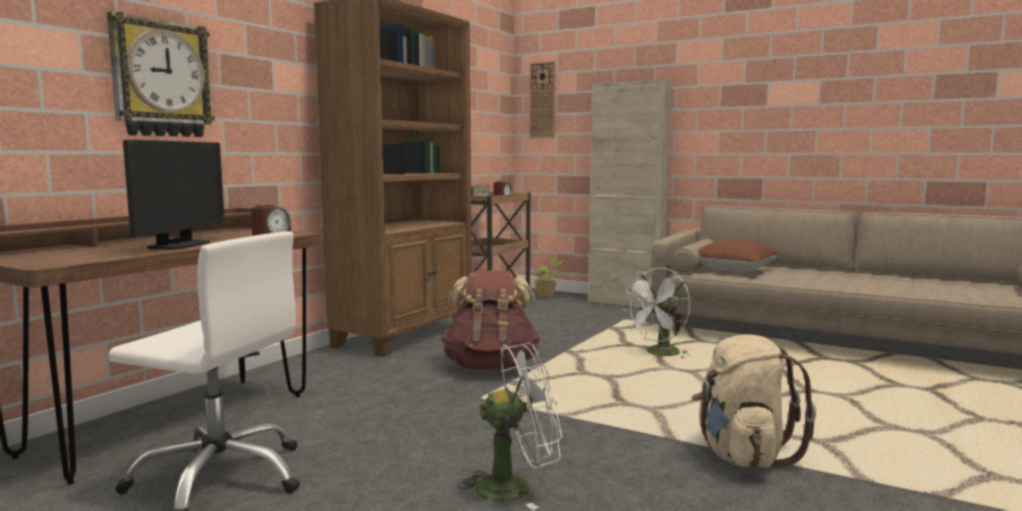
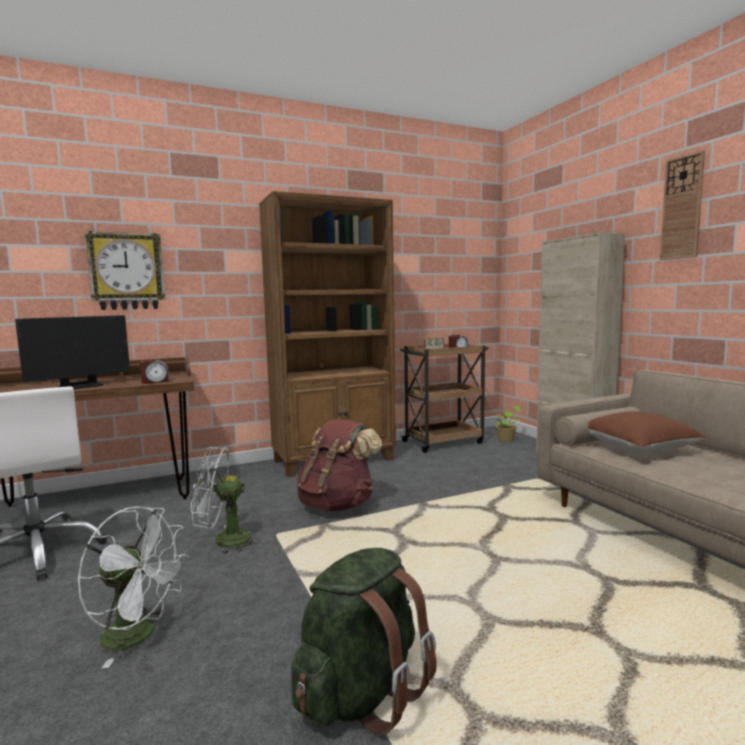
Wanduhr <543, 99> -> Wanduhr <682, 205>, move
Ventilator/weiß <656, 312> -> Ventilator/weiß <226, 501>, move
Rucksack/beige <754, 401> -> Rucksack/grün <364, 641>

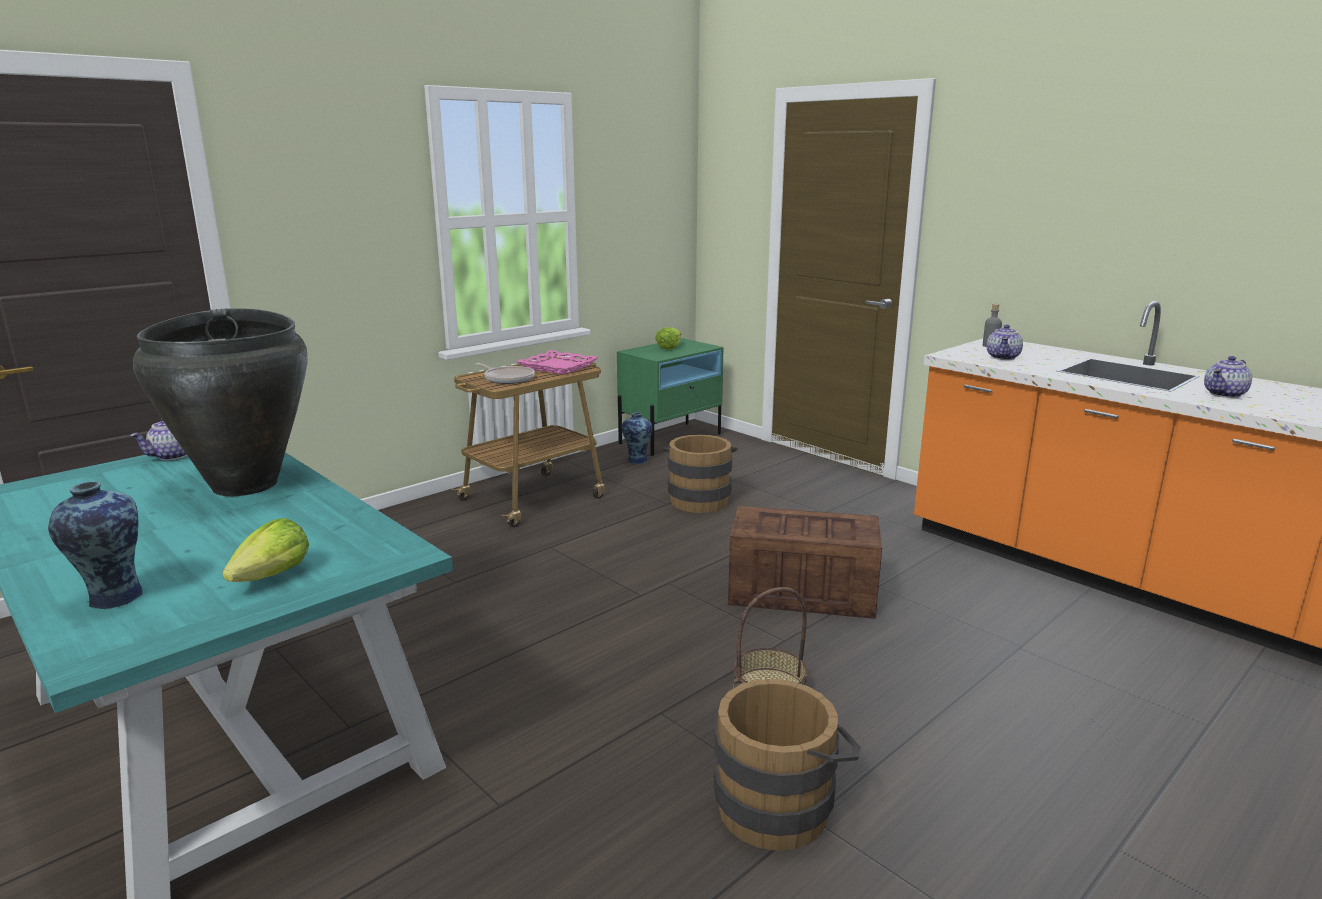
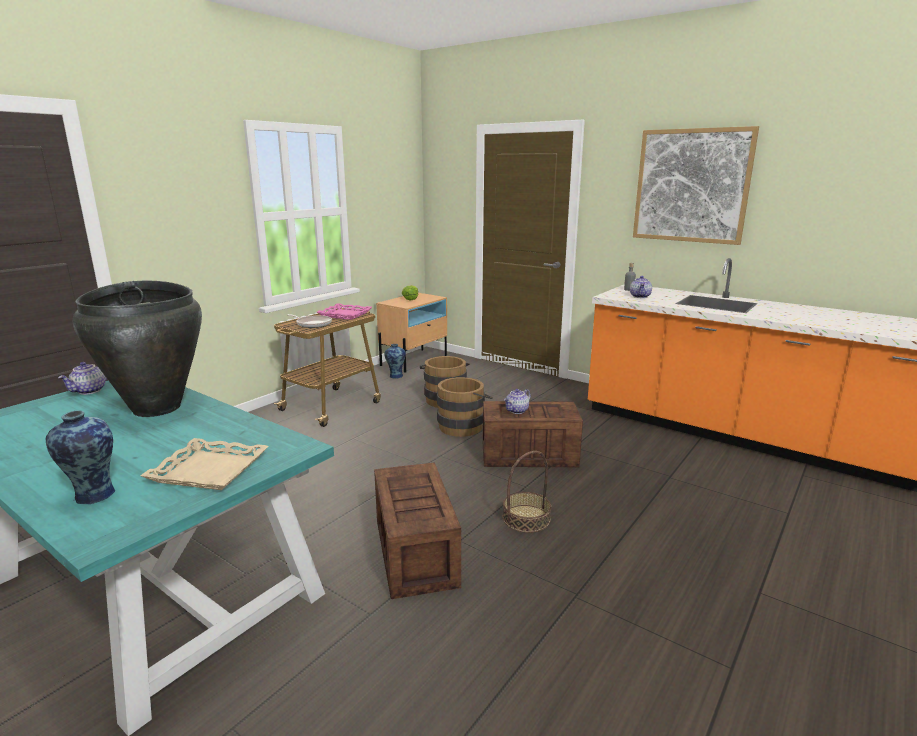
none -> Kiste <417, 530>
none -> Bild <696, 185>
Eimer/braun <787, 765> -> Eimer/braun <465, 407>, move
Teekanne <1228, 377> -> Teekanne <517, 401>, move
Salatkopf <265, 550> -> Tablett/beige <205, 464>
Nachttisch/grün <670, 397> -> Nachttisch/beige <411, 333>

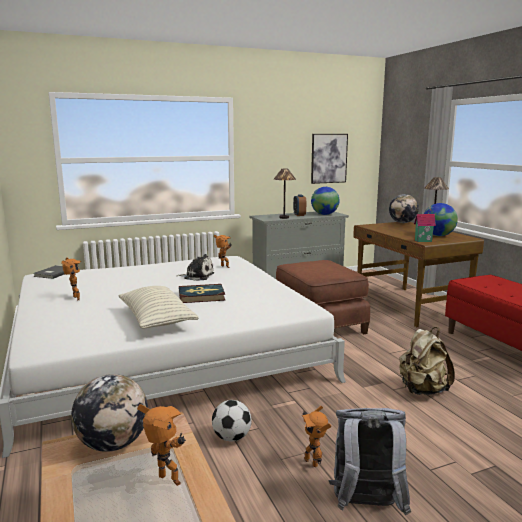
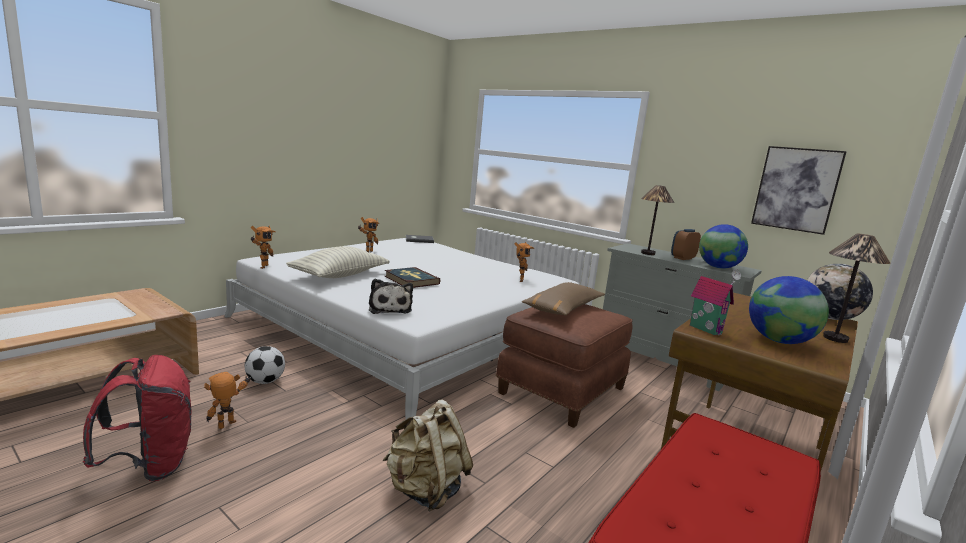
Globus <109, 413> -> none
none -> Kissen/braun <563, 298>
Spielzeugroboter <161, 445> -> Spielzeugroboter <263, 247>, move
Plüschtier <195, 267> -> Plüschtier <391, 296>, move
Rucksack/grau <370, 461> -> Rucksack/rot <137, 418>

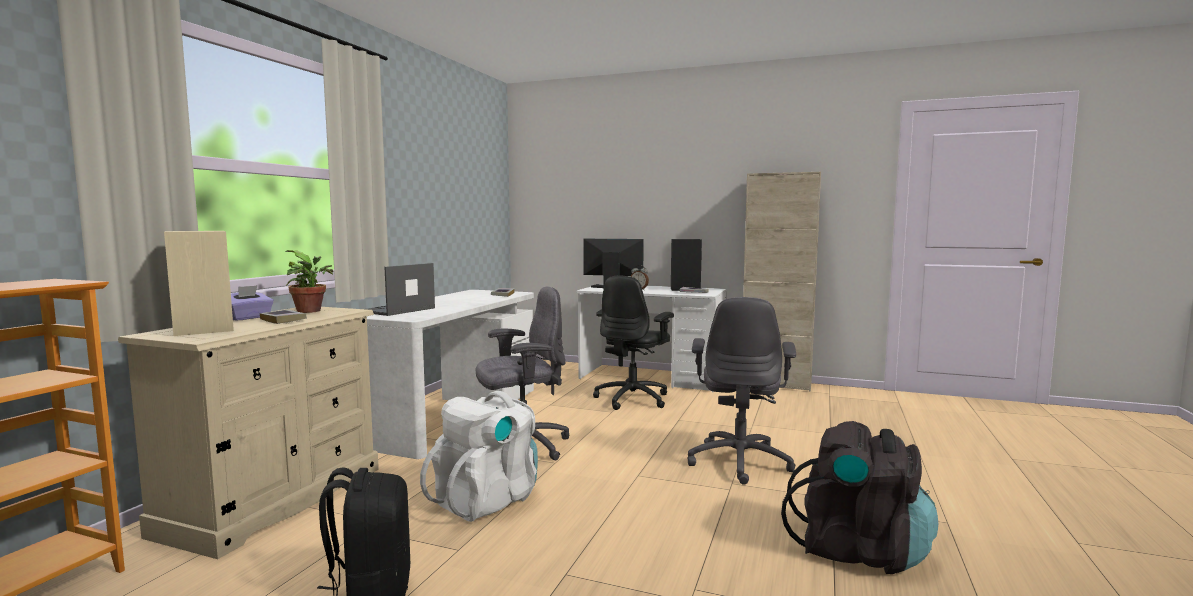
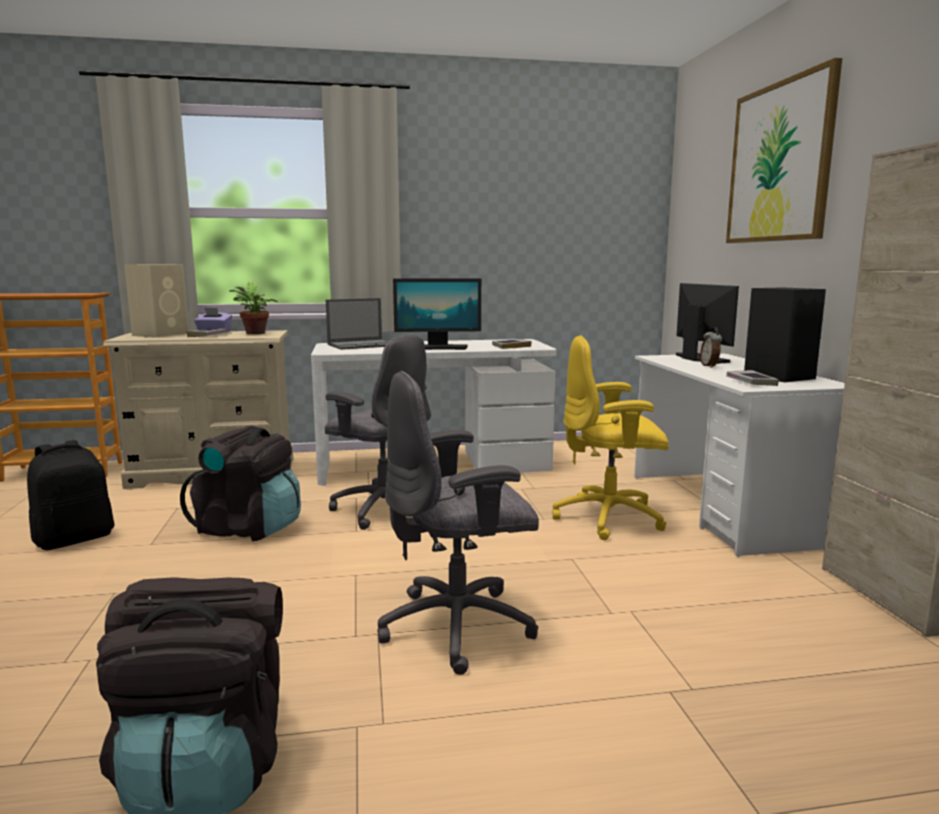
none -> Monitor <437, 314>
none -> Bild <784, 150>
Rucksack/weiß <479, 456> -> Rucksack/schwarz <240, 483>
Bürostuhl/schwarz <633, 342> -> Bürostuhl/gelb <610, 437>
Laptop <400, 289> -> Laptop <357, 324>, 150 degrees clockwise

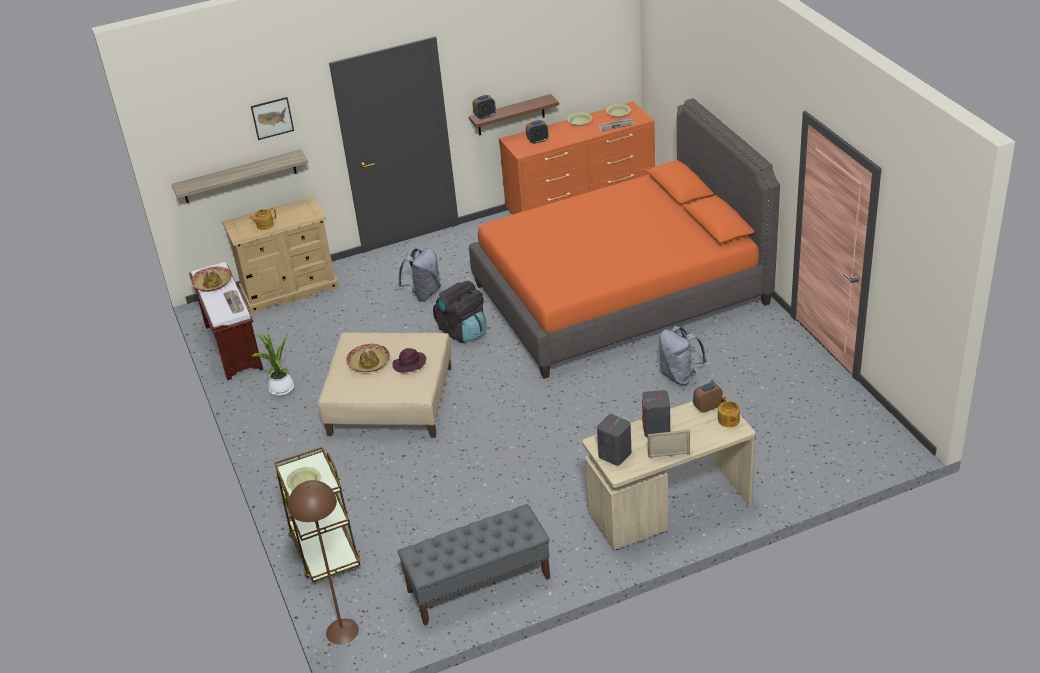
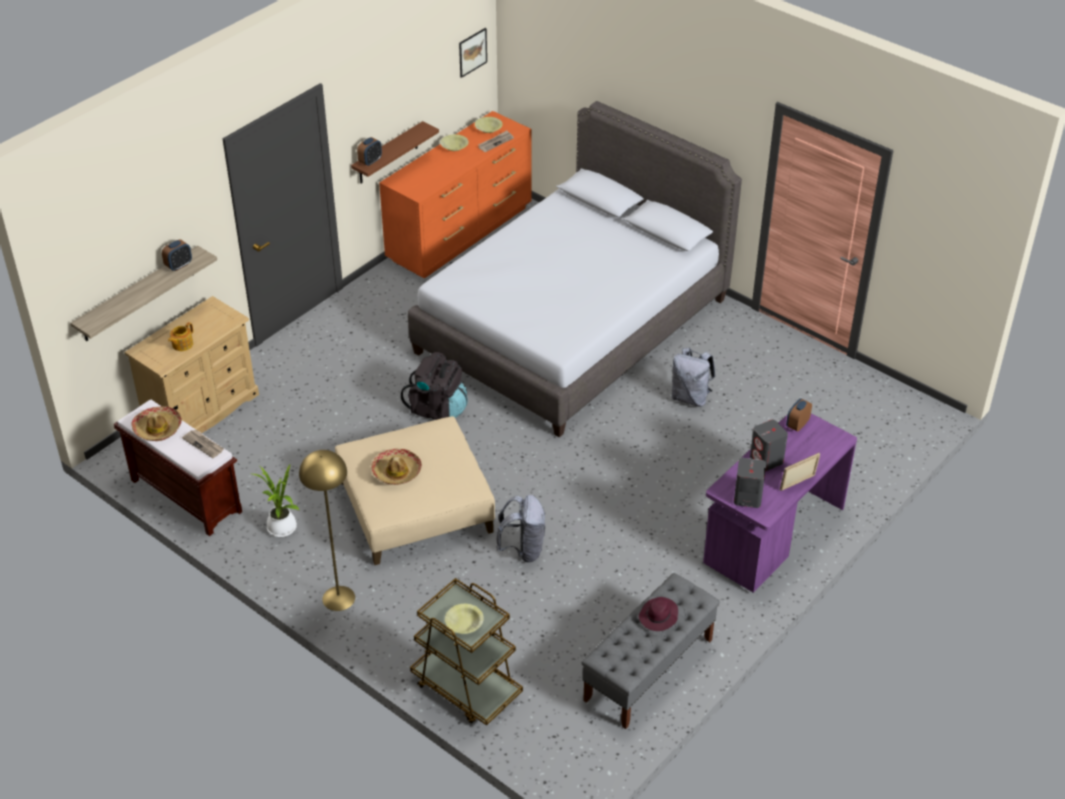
Stehlampe/braun <323, 562> -> none
Teekanne <729, 411> -> none
none -> Stehlampe/gelb <327, 530>
Bild <272, 118> -> Bild <473, 53>, move
Hut/lila <409, 360> -> Hut/lila <658, 614>, move
Rucksack/grau <419, 274> -> Rucksack/grau <521, 529>, move
Wecker <537, 132> -> Wecker <177, 255>, move
Bett/orange <624, 238> -> Bett/grau <575, 269>
Schreibtisch/beige <668, 472> -> Schreibtisch/lila <780, 503>

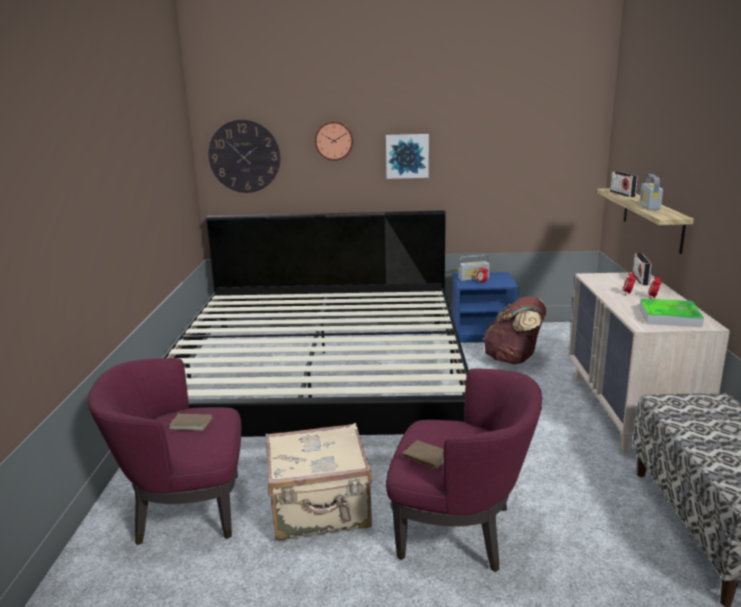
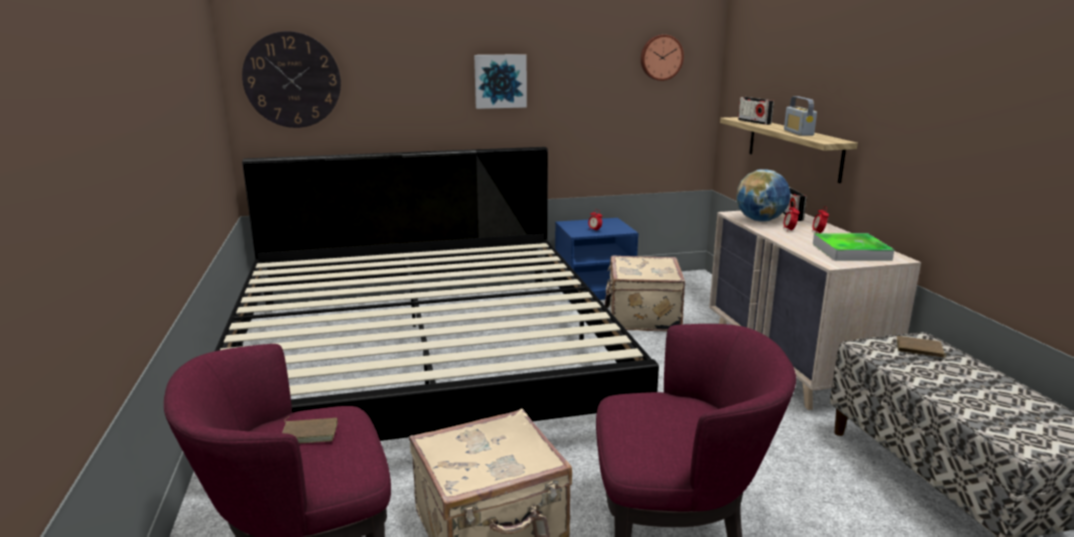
Radio <474, 268> -> none
none -> Globus <763, 195>
Wanduhr <334, 141> -> Wanduhr <662, 58>, move
Buch/braun <423, 454> -> Buch/braun <922, 347>, move
Rucksack/braun <515, 330> -> Koffer/beige <645, 293>

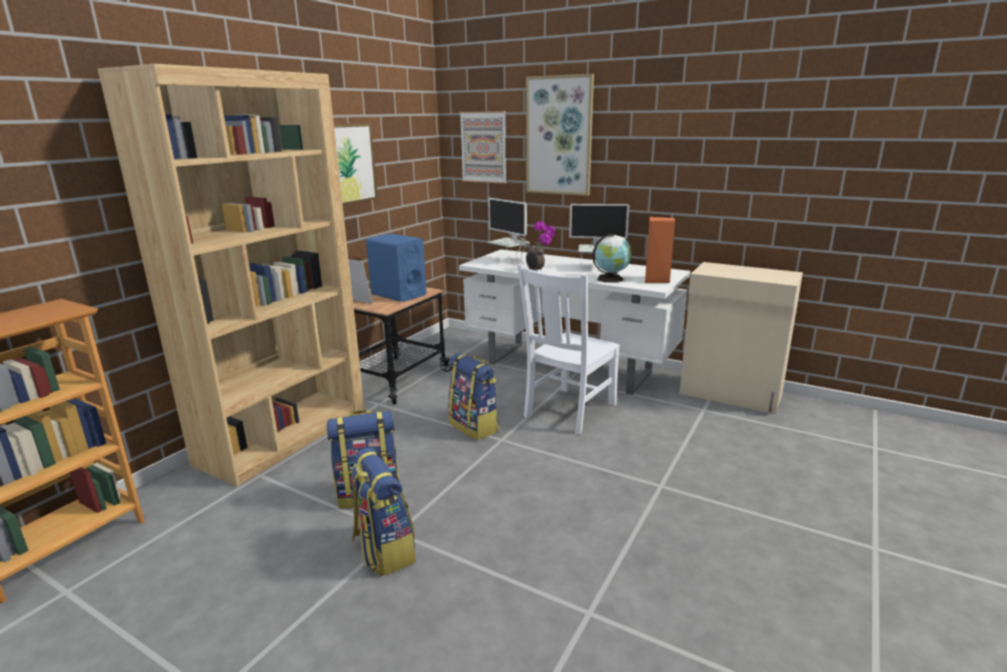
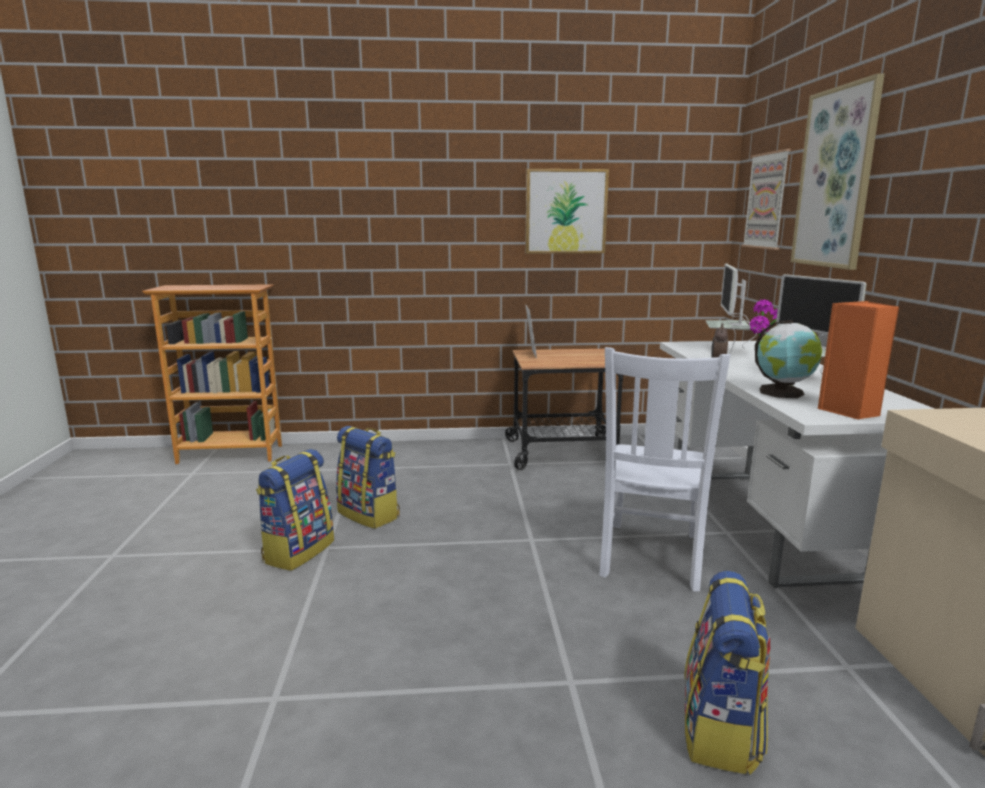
Bücherregal/braun <231, 275> -> none
Lautsprecher/blau <396, 267> -> none
Rucksack <473, 396> -> Rucksack <727, 673>, move
Stuhl/weiß <568, 349> -> Stuhl/weiß <664, 469>, 75 degrees counterclockwise

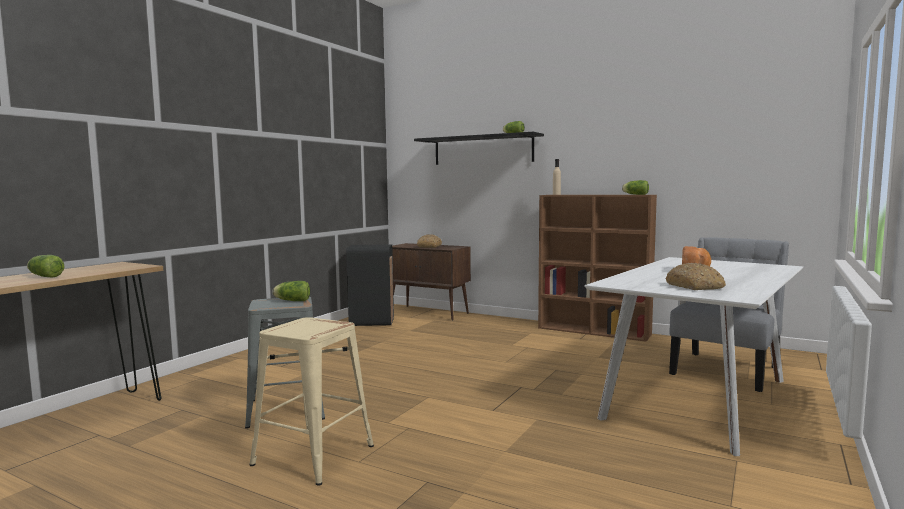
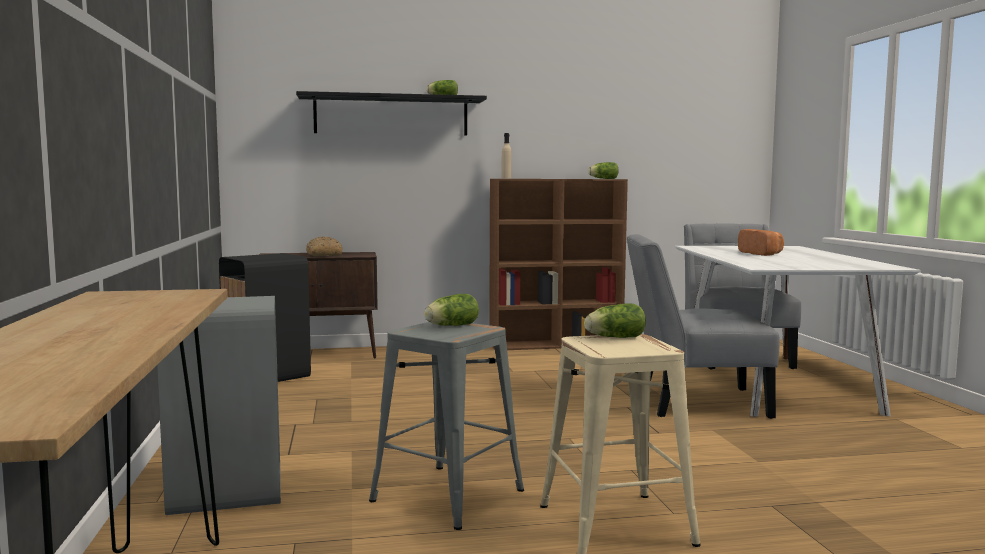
Brot <695, 276> -> none
none -> Mülleimer/grau <219, 405>
none -> Stuhl/grau <703, 326>
Salatkopf <46, 266> -> Salatkopf <615, 321>, move

